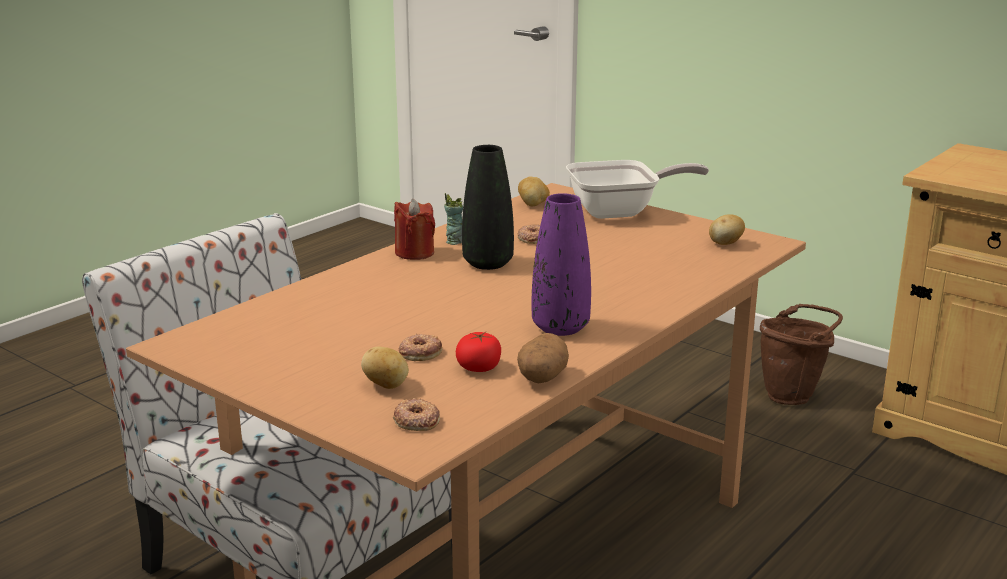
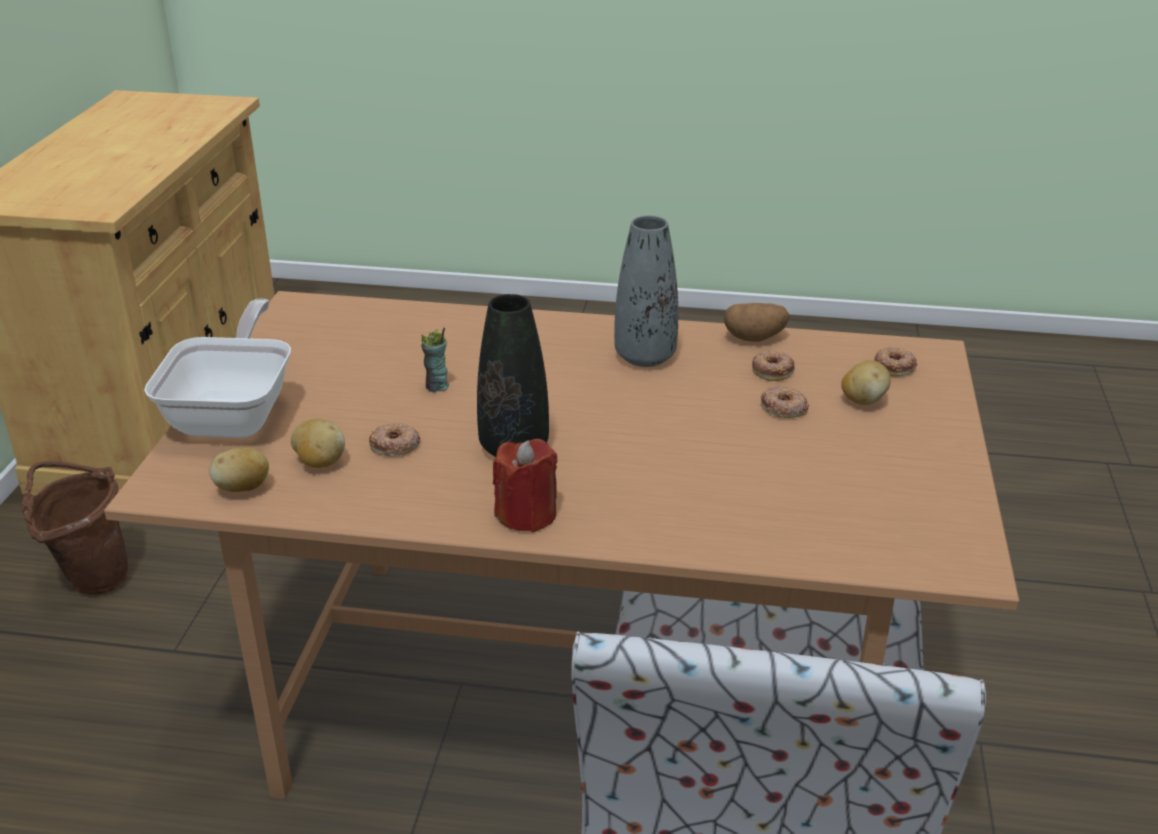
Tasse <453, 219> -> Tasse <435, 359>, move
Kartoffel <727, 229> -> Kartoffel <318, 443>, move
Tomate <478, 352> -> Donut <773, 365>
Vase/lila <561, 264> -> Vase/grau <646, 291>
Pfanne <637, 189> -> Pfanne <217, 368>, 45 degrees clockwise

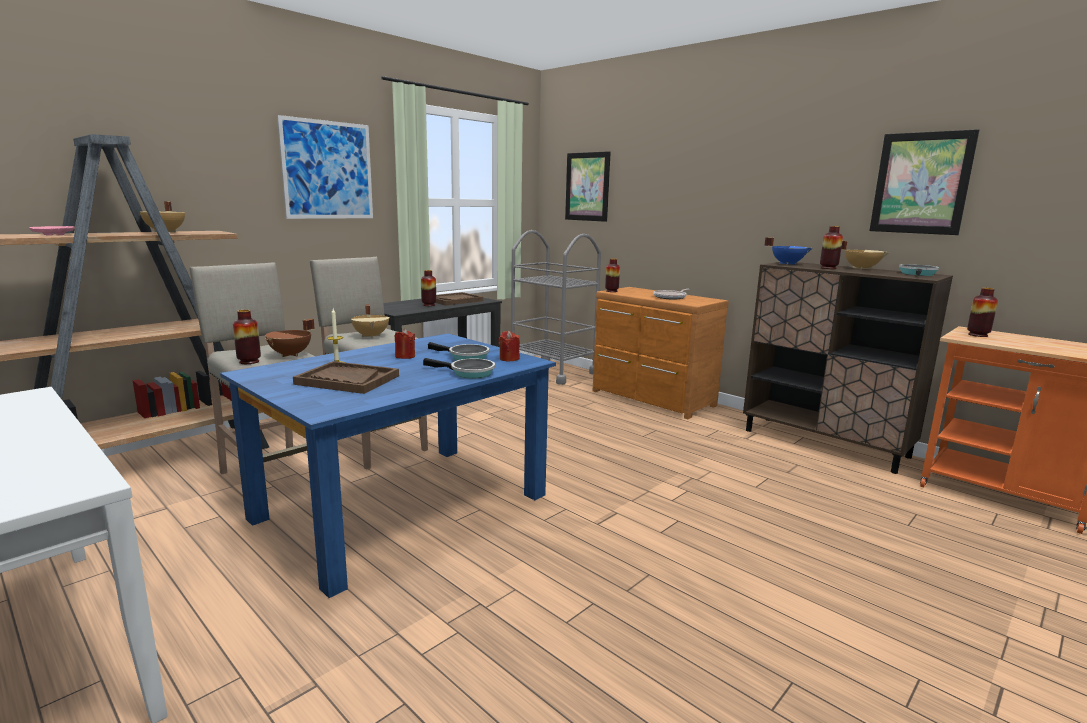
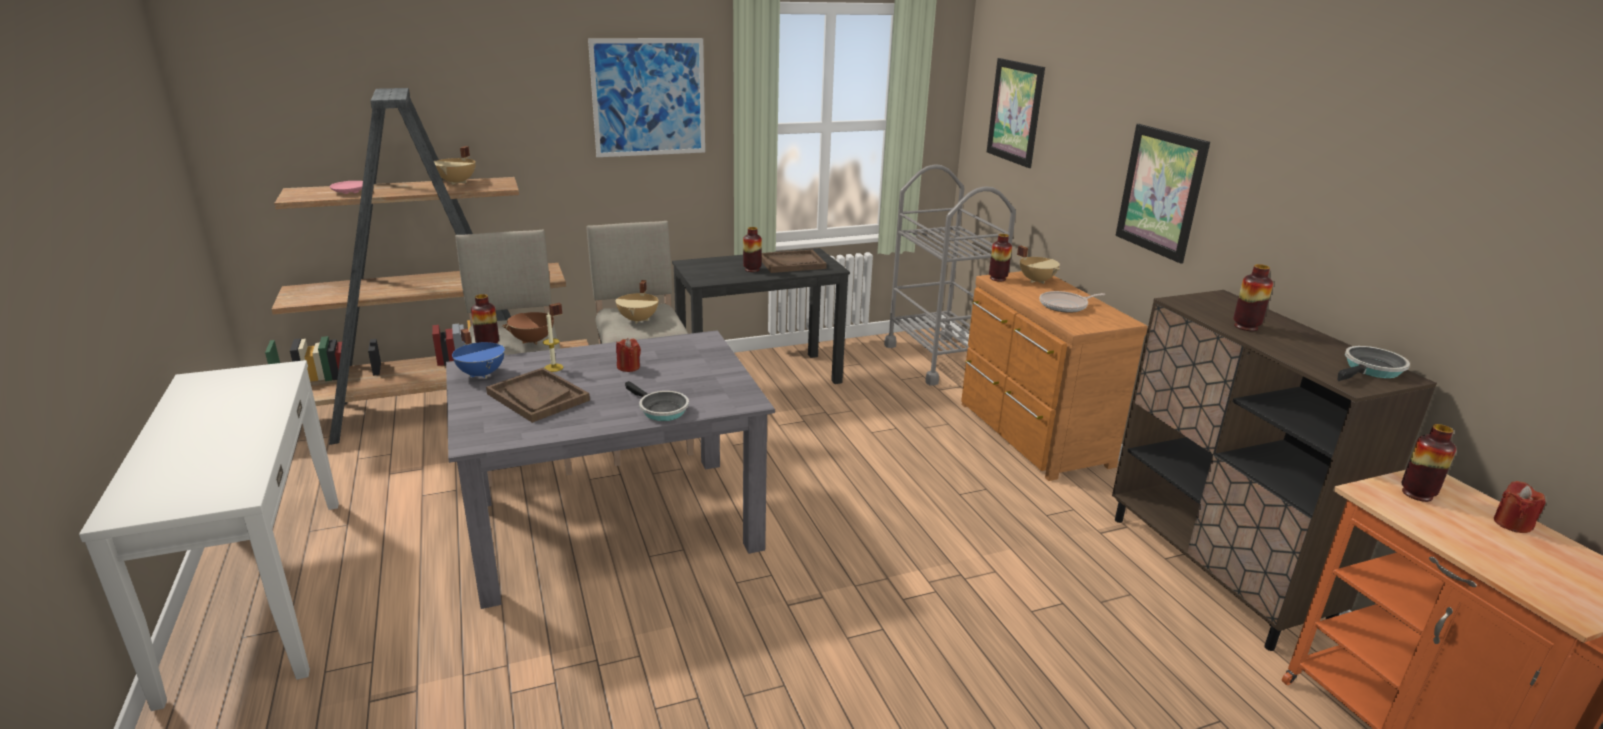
Pfanne <458, 351> -> none
Kerze/rot <509, 346> -> Kerze/rot <1520, 507>, move
Kochtopf/blau <789, 251> -> Kochtopf/blau <478, 354>, move
Kochtopf/beige <865, 255> -> Kochtopf/beige <1038, 265>, move
Bild <924, 182> -> Bild <1163, 194>, move
Esstisch/blau <388, 465> -> Esstisch/grau <610, 469>

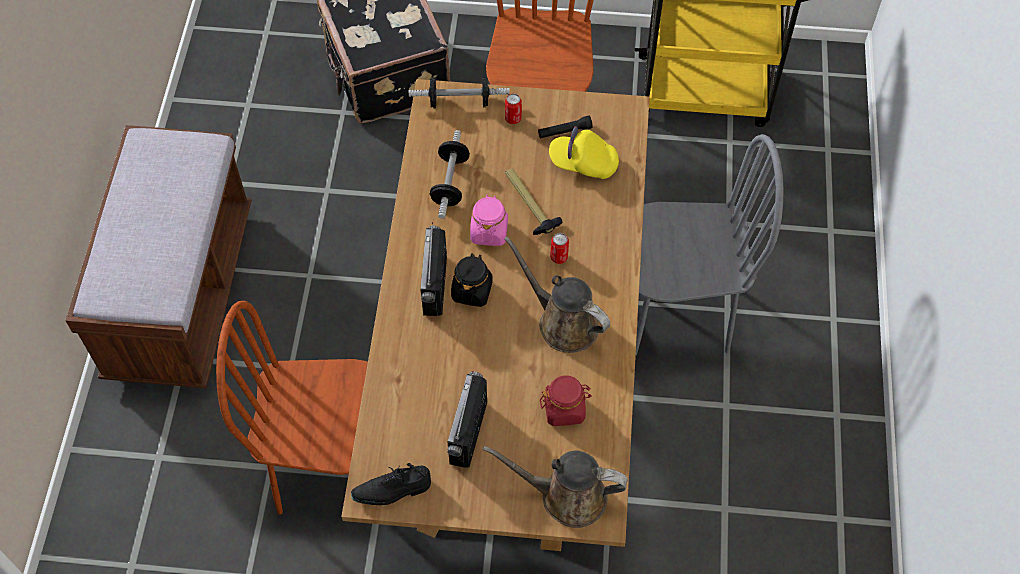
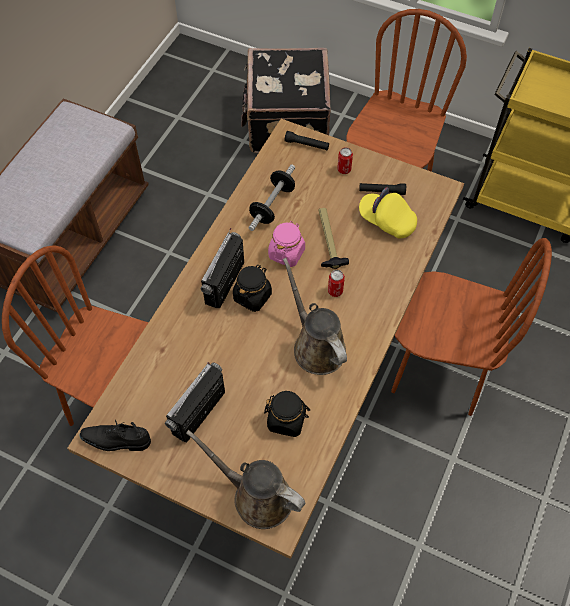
Hantel <459, 92> -> Taschenlampe/schwarz <307, 140>
Vorratsglas/rot <566, 400> -> Vorratsglas/schwarz <287, 414>
Stuhl/grau <709, 244> -> Stuhl/braun <471, 327>

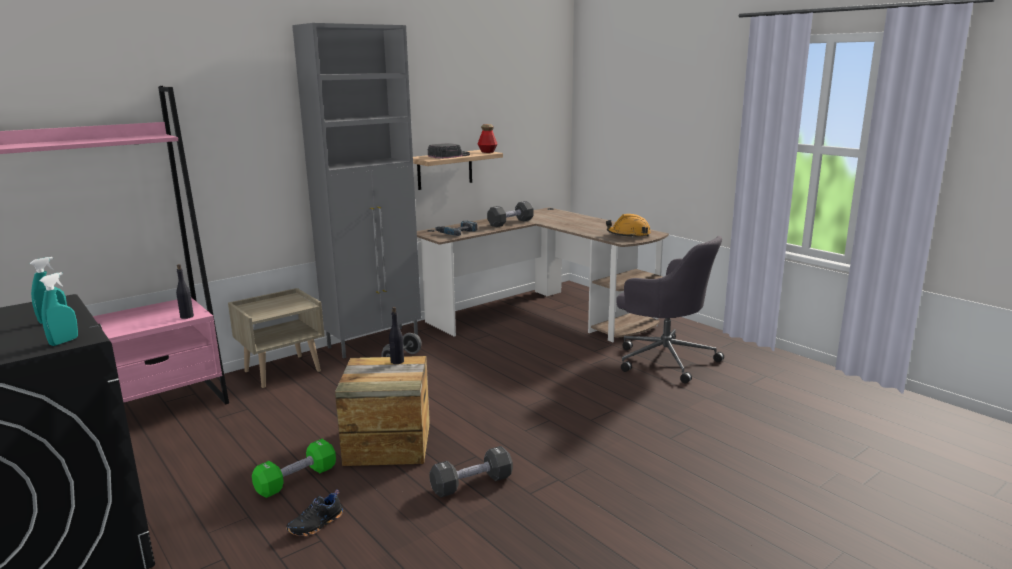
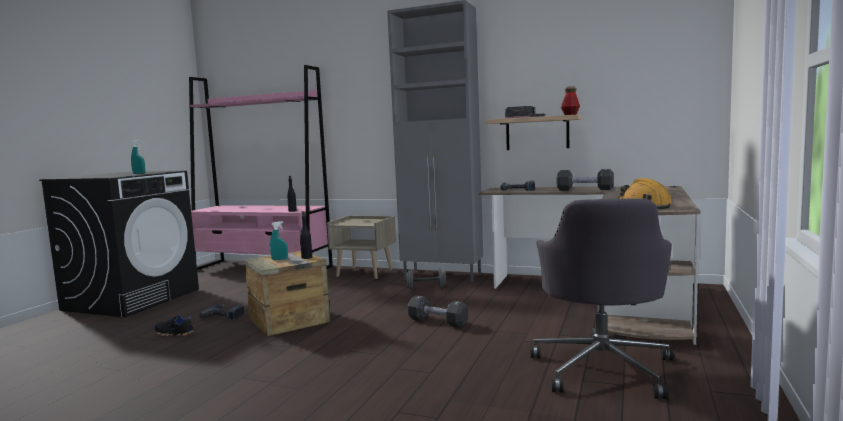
Sprühflasche/türkis <58, 309> -> Sprühflasche/türkis <279, 240>, move
Hantel/schwarz <471, 471> -> Hantel/schwarz <437, 311>, move
Hantel/grün <294, 468> -> Bohrmaschine <222, 312>

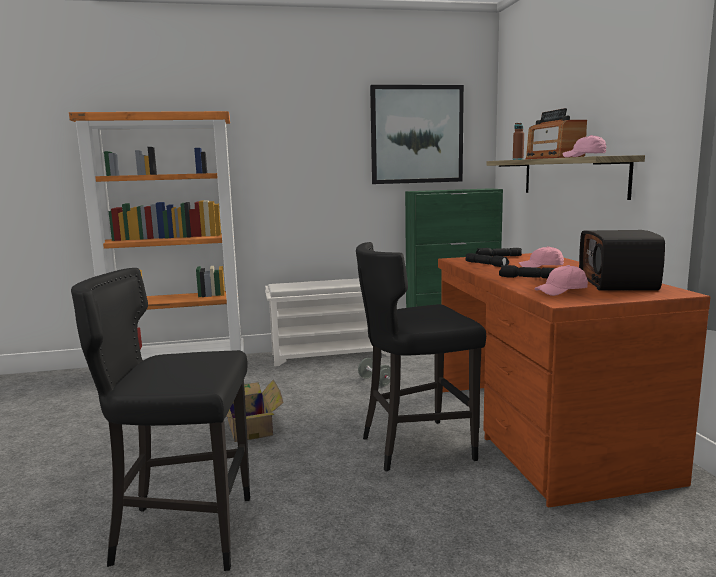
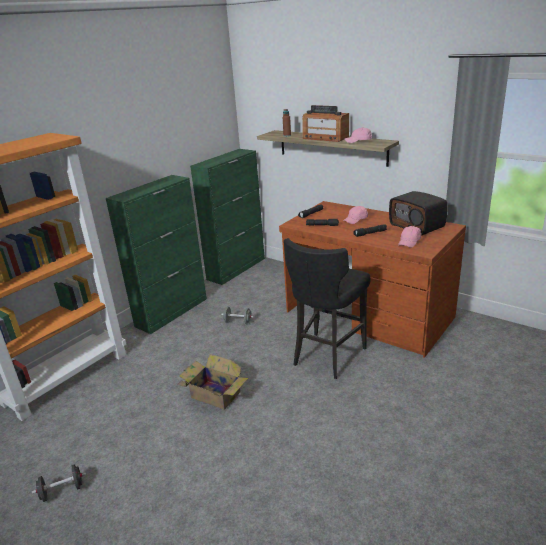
Hocker/schwarz <160, 419> -> none
Bild <417, 134> -> none
none -> Hantel/schwarz <59, 483>
Schuhregal/weiß <328, 322> -> Schrank/grün <156, 254>

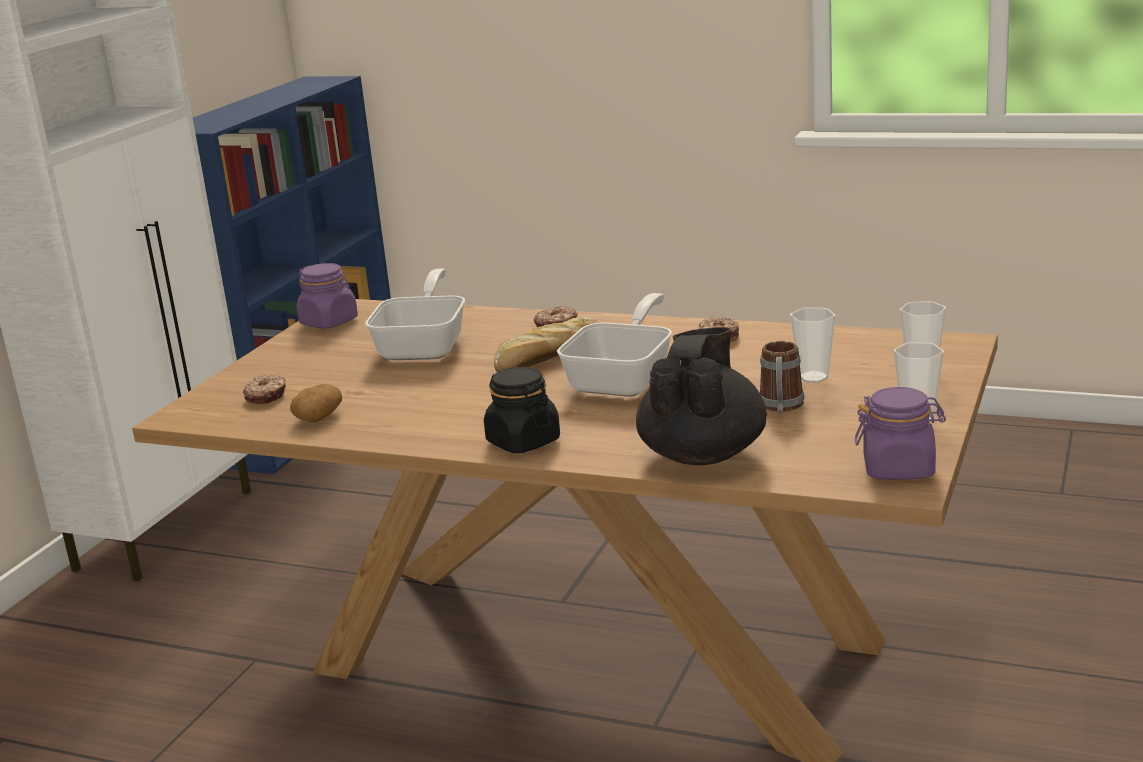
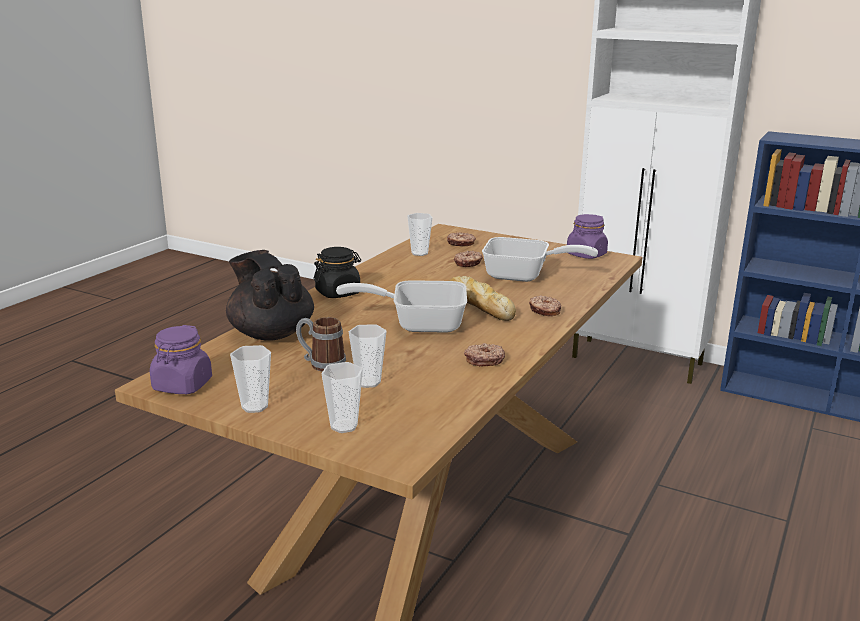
none -> Donut <468, 259>
Kartoffel <316, 403> -> Tasse <420, 234>
Pfanne <614, 345> -> Pfanne <401, 306>, 150 degrees clockwise
Teekanne/schwarz <701, 396> -> Teekanne/schwarz <270, 295>, 150 degrees counterclockwise

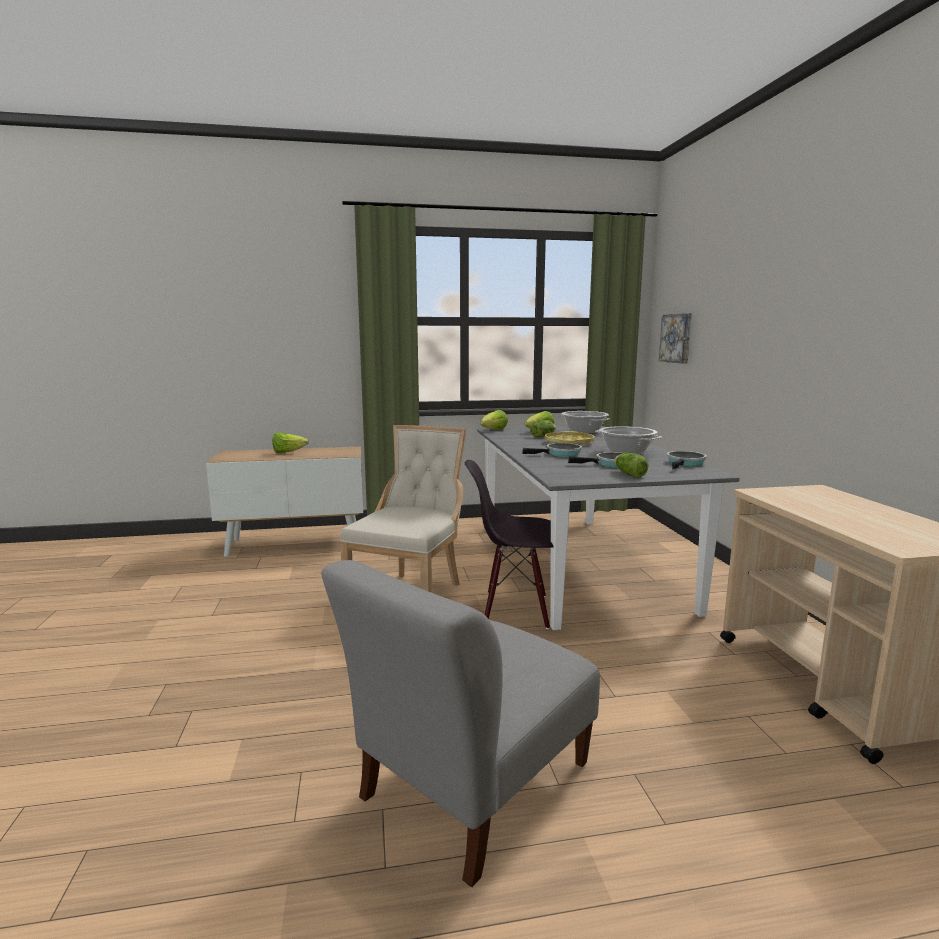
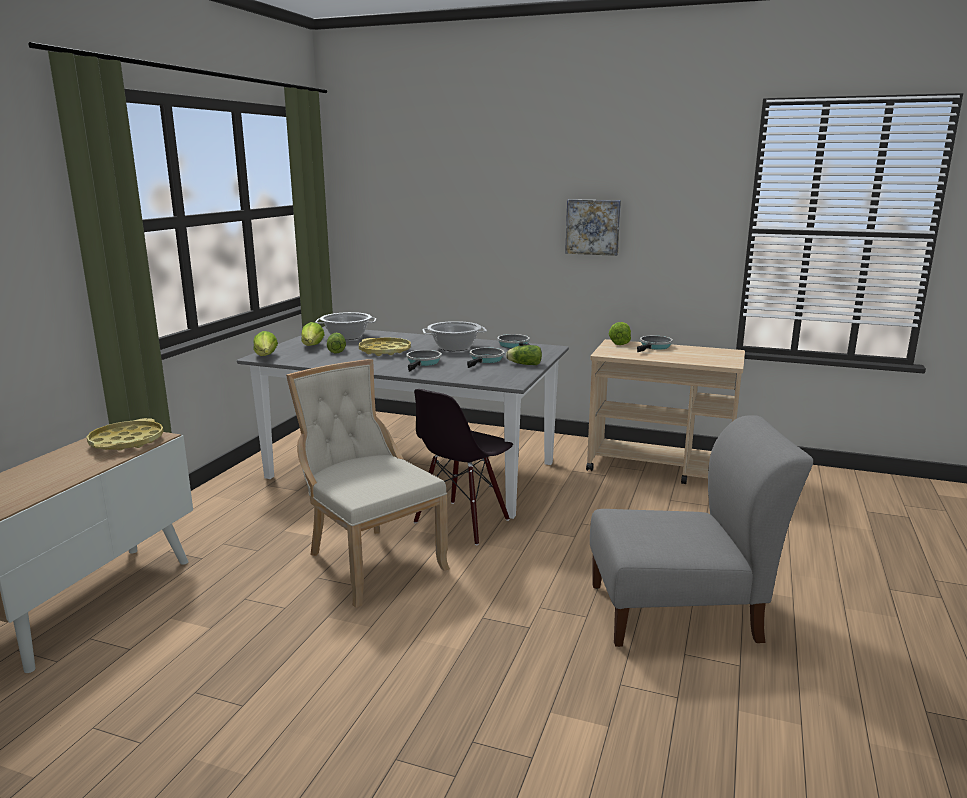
none -> Tablett/gelb <125, 434>
none -> Pfanne <655, 344>
Salatkopf <291, 442> -> Salatkopf <620, 333>, move
Bild <675, 338> -> Bild <593, 227>, move
Stuhl/grau <460, 723> -> Stuhl/grau <701, 531>, 75 degrees counterclockwise

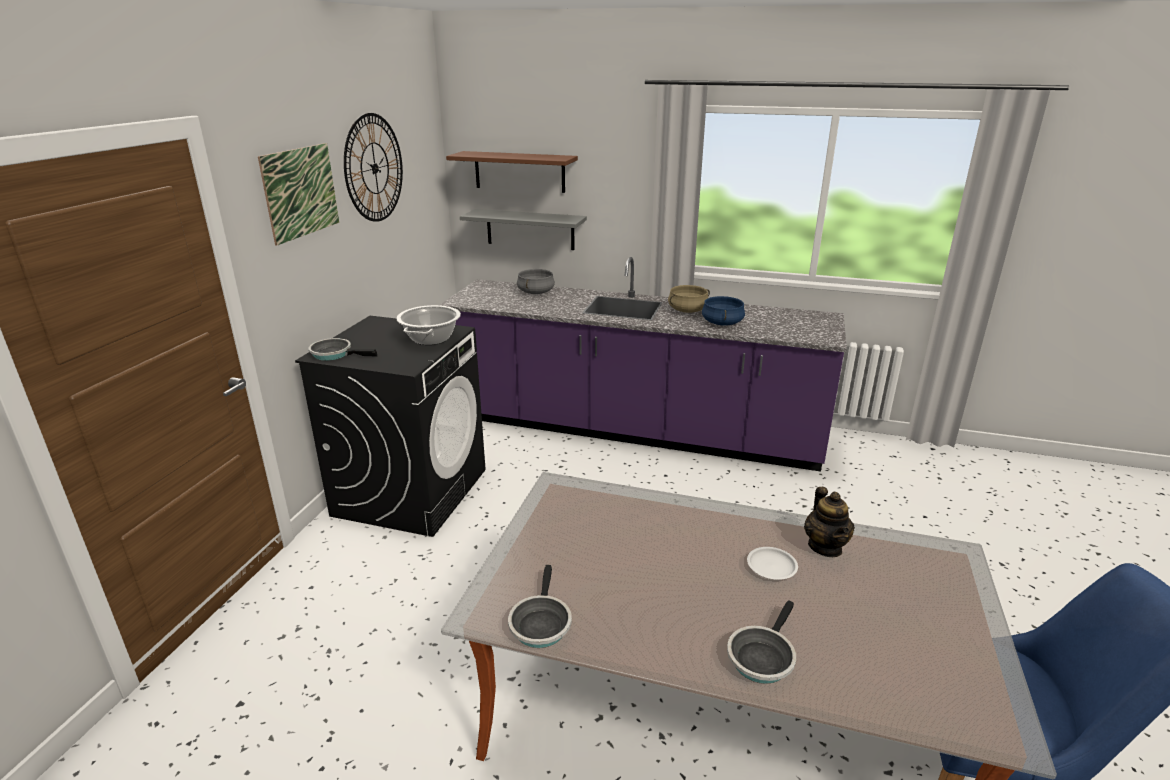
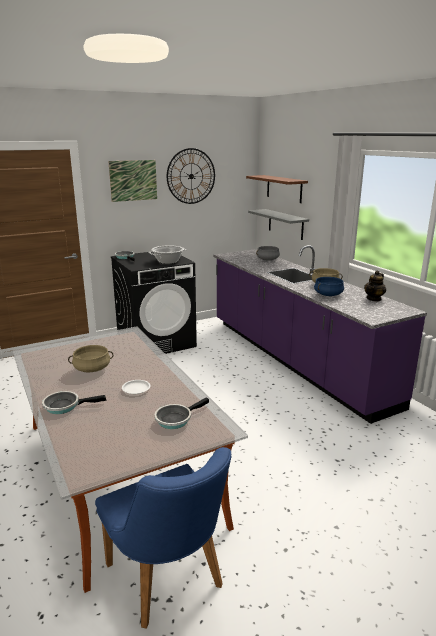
none -> Kochtopf/beige <90, 359>
Pfanne <540, 606> -> Pfanne <181, 413>, move
Teekanne <829, 522> -> Teekanne <375, 285>, move

